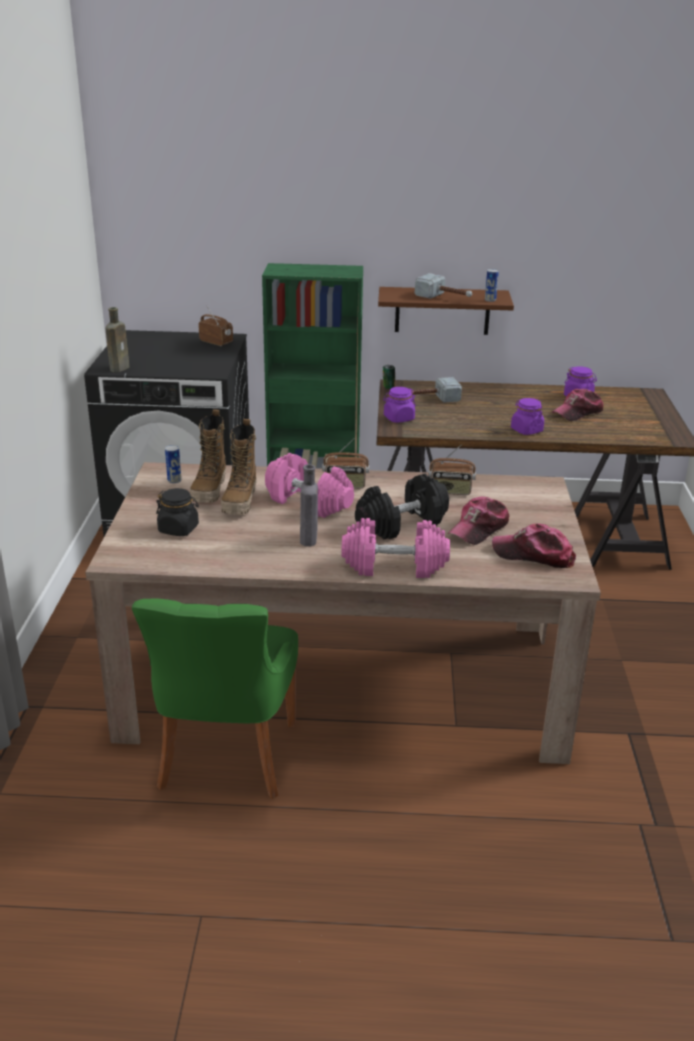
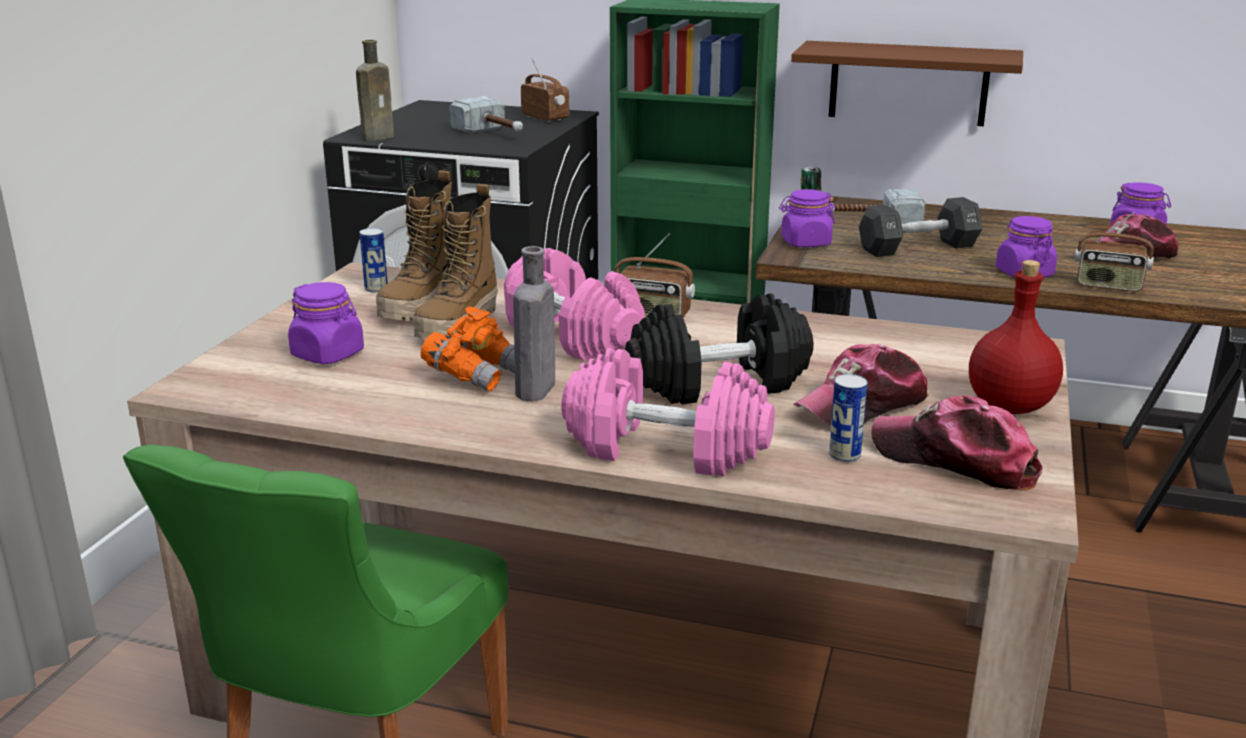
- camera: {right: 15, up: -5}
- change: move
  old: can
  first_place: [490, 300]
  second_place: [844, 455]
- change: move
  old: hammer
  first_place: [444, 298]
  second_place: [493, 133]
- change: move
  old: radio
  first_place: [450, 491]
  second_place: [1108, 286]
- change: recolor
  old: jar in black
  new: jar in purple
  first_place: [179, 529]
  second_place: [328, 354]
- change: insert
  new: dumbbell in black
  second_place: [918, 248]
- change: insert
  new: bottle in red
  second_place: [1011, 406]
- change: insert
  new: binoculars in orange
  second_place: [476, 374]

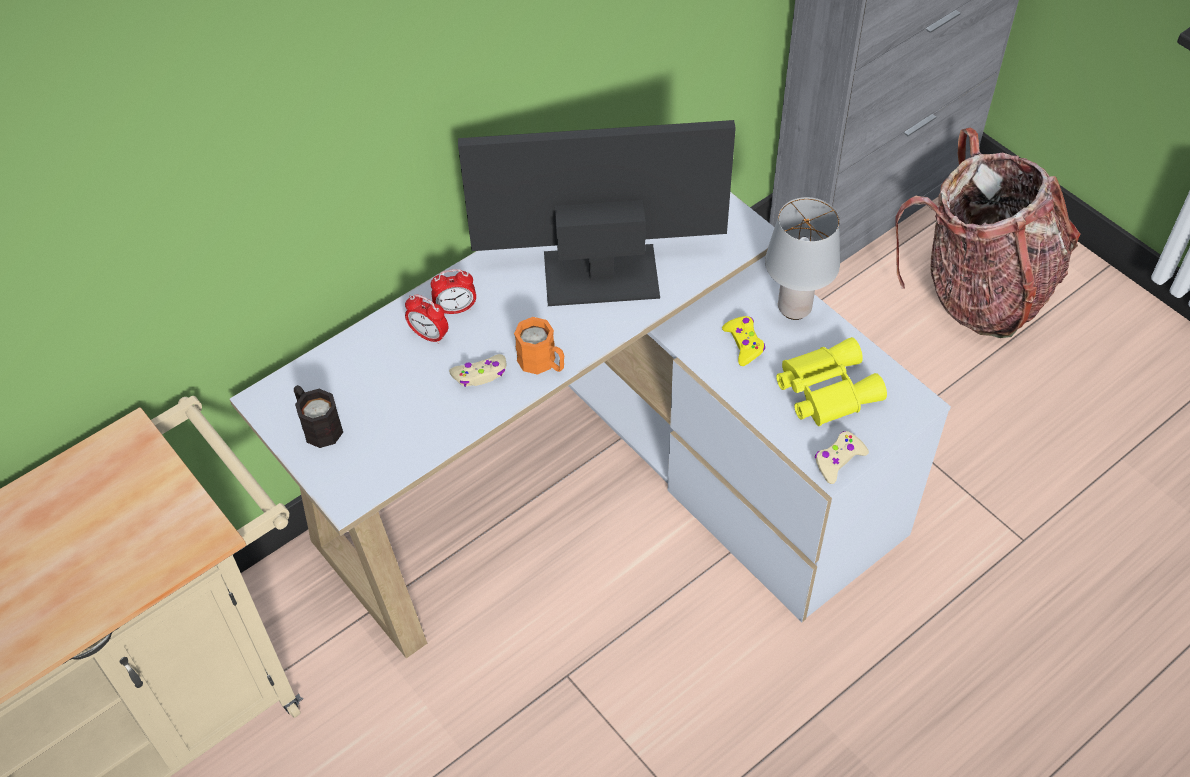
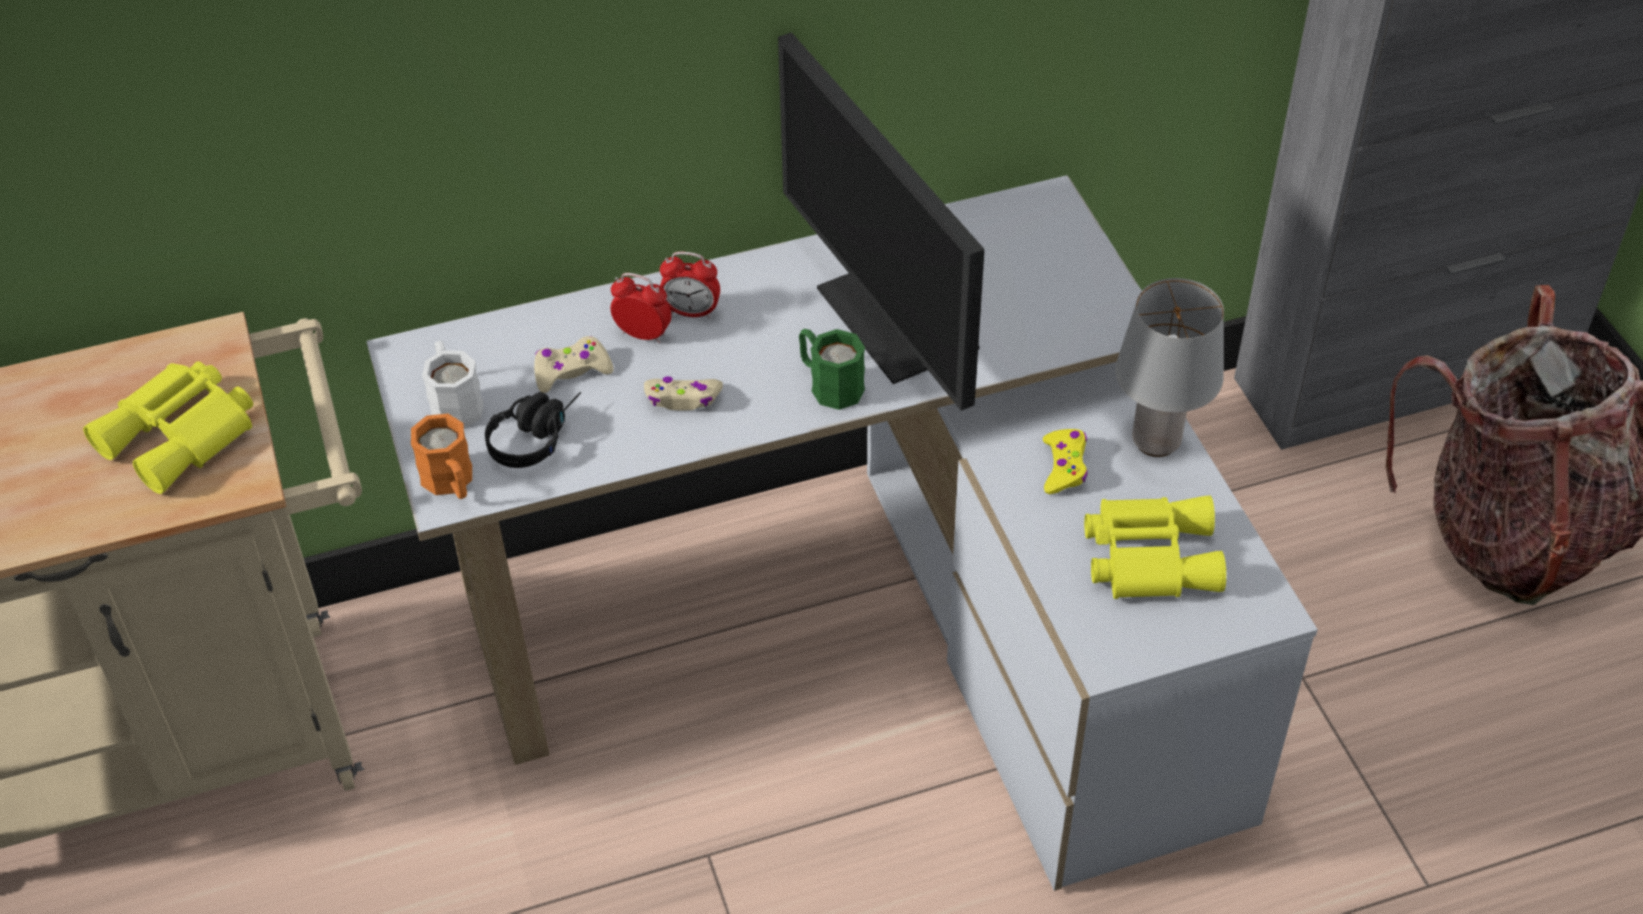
- camera: {right: 20, up: -5}
- change: rotate
  old: monitor
  first_place: [599, 274]
  second_place: [896, 320]
  degrees: -135
- change: rotate
  old: alarm clock
  first_place: [429, 335]
  second_place: [643, 334]
  degrees: 150
- change: move
  old: mug in orange
  first_place: [542, 363]
  second_place: [451, 483]
- change: recolor
  old: mug in black
  new: mug in white
  first_place: [318, 425]
  second_place: [454, 402]
- change: move
  old: game controller in beige
  first_place: [838, 460]
  second_place: [571, 371]
- change: insert
  new: mug in green
  second_place: [829, 384]
- change: insert
  new: binoculars in yellow
  second_place: [182, 435]
- change: insert
  new: headphones in black
  second_place: [536, 435]

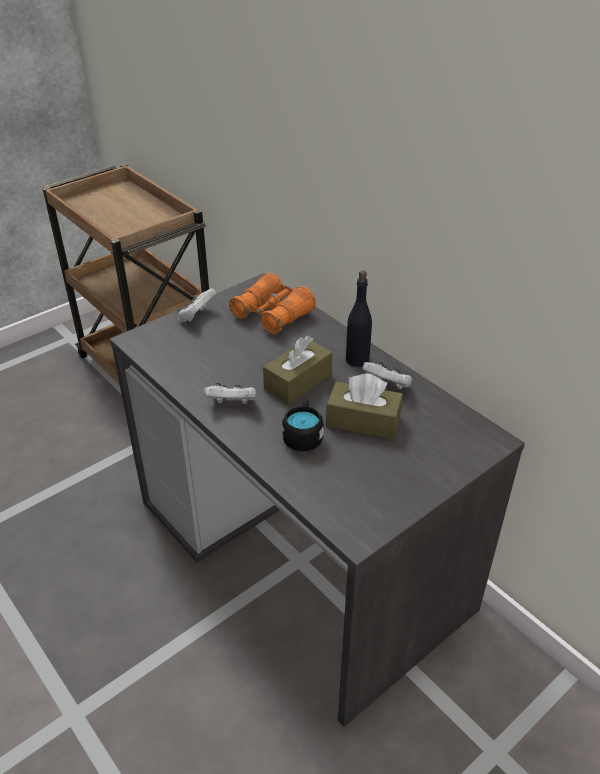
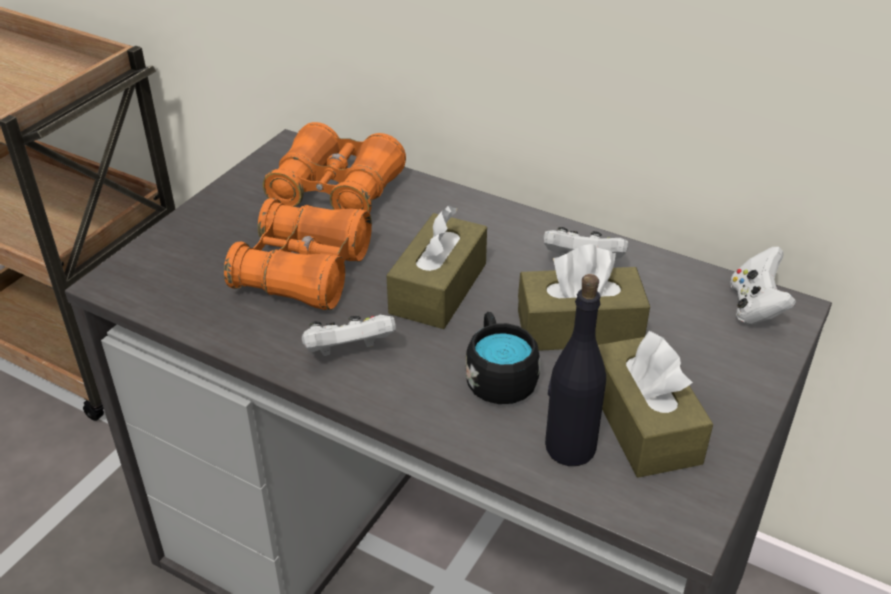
- camera: {right: -20, up: 0}
- change: move
  old: bottle in black
  first_place: [357, 360]
  second_place: [569, 447]
- change: move
  old: game controller in white
  first_place: [196, 316]
  second_place: [755, 307]
- change: insert
  new: binoculars in orange
  second_place: [303, 271]
- change: insert
  new: tissue box in brown
  second_place: [644, 423]

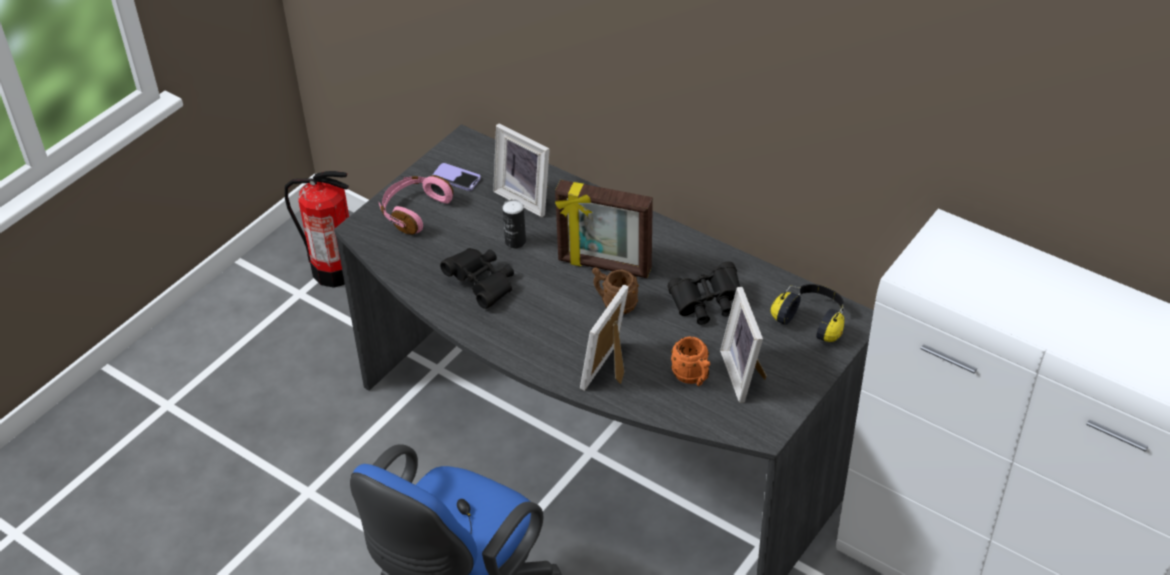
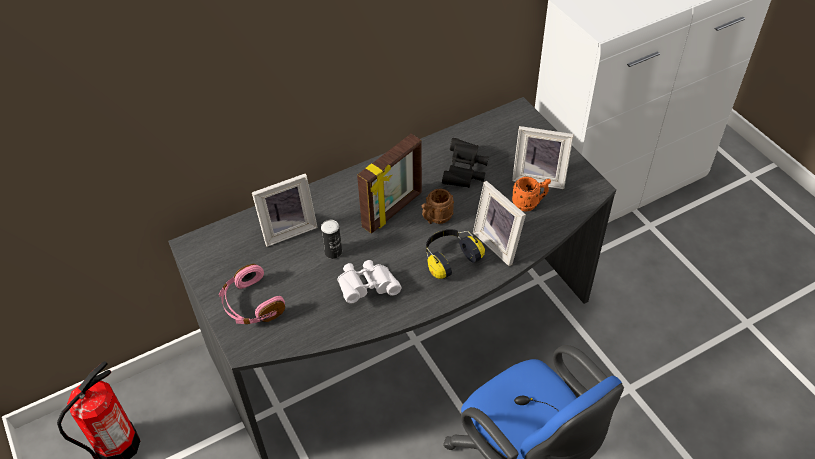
- camera: {right: -65, up: 5}
- change: delete
  old: phone
  first_place: [456, 178]
- change: recolor
  old: binoculars in black
  new: binoculars in white
  first_place: [482, 285]
  second_place: [367, 287]
- change: move
  old: headphones
  first_place: [812, 320]
  second_place: [449, 258]

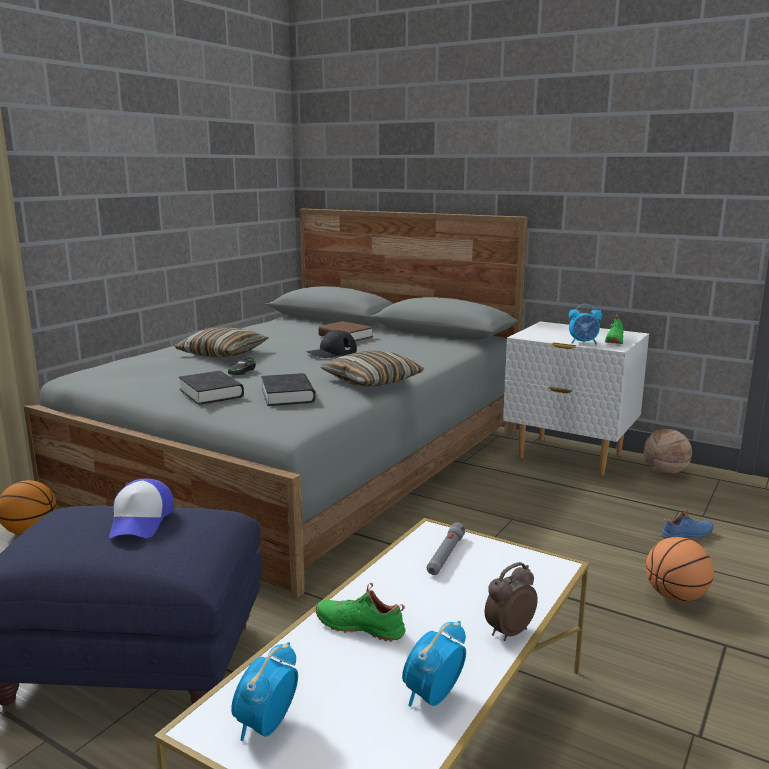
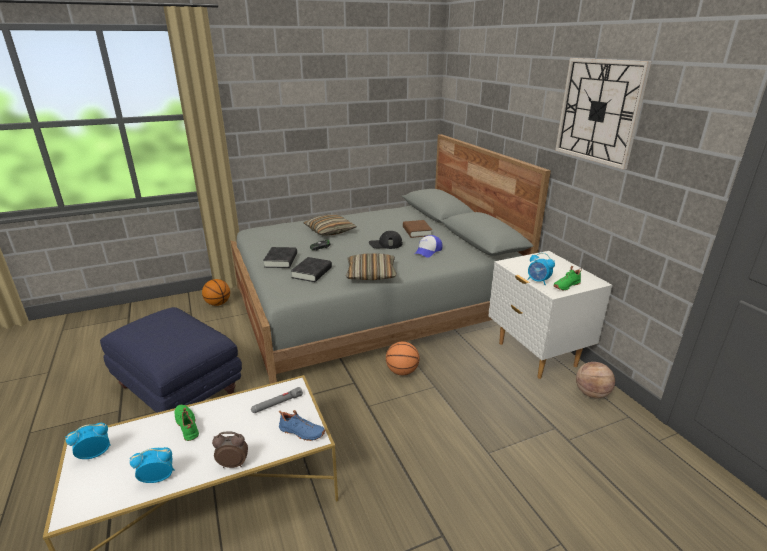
- camera: {right: 35, up: 10}
- change: move
  old: cap
  first_place: [141, 521]
  second_place: [428, 251]
- change: move
  old: shoe in blue
  first_place: [687, 536]
  second_place: [301, 432]
- change: move
  old: basketball
  first_place: [675, 597]
  second_place: [402, 371]
- change: insert
  new: wall clock
  second_place: [599, 111]

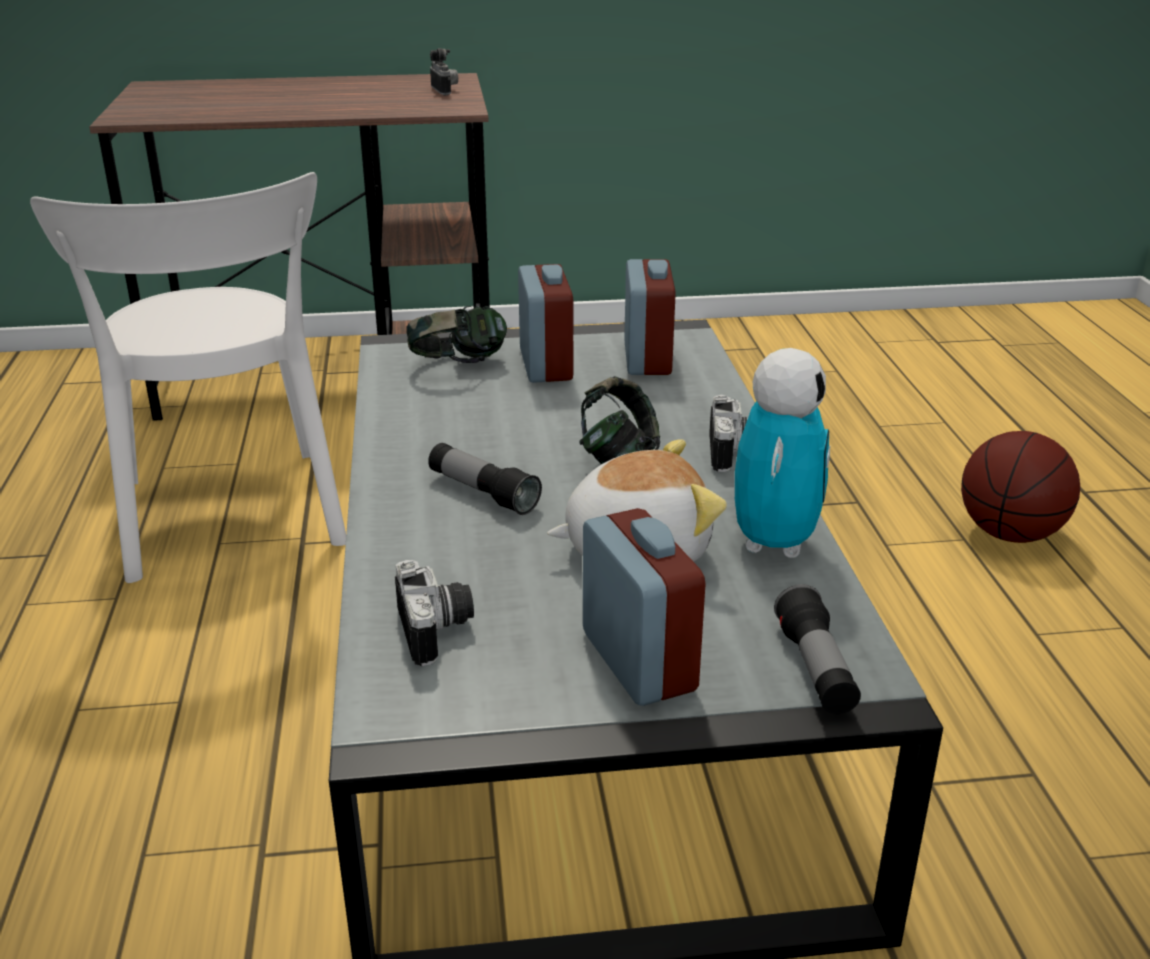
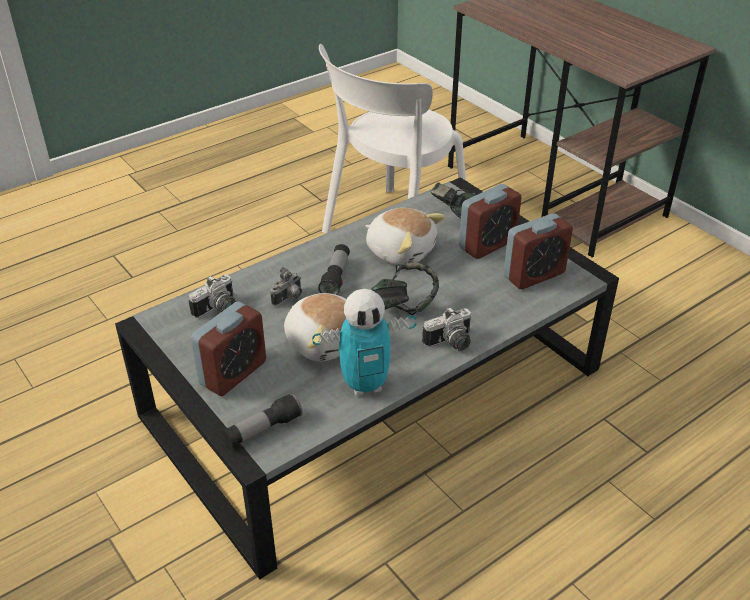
- camera: {right: 60, up: 10}
- change: move
  old: photo camera
  first_place: [445, 91]
  second_place: [289, 298]
- change: delete
  old: basketball
  first_place: [1010, 534]
- change: insert
  new: plush toy
  second_place: [401, 251]

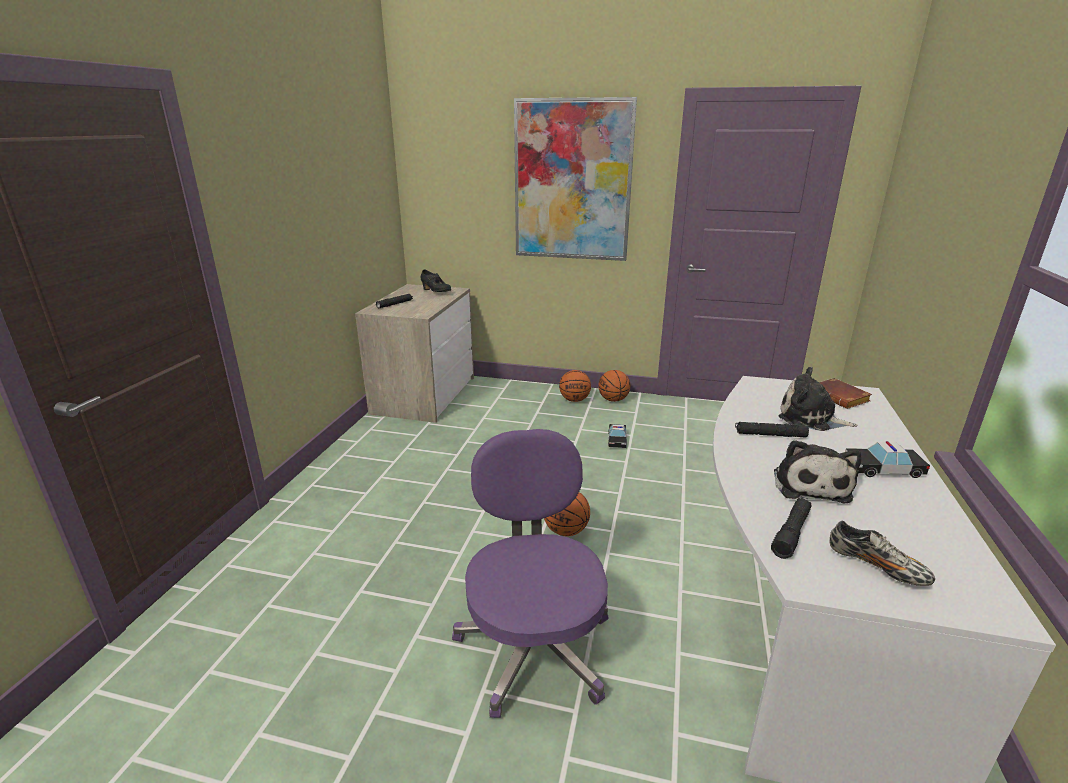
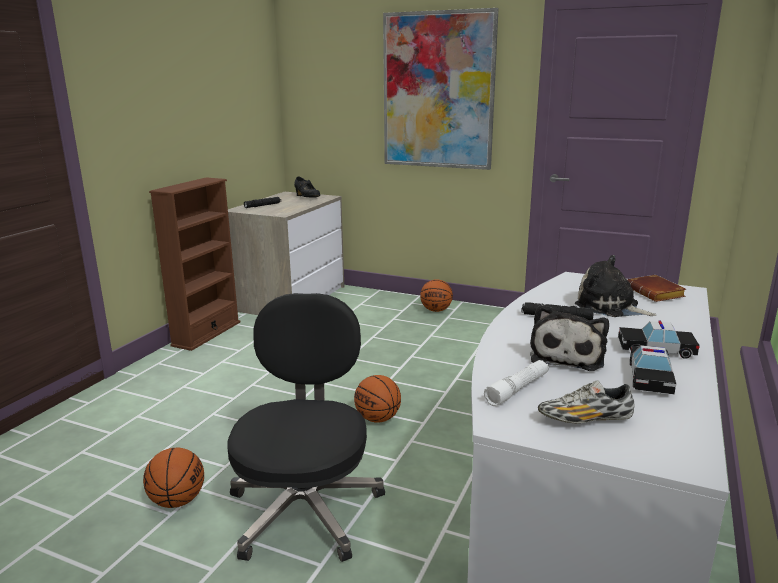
- camera: {right: 10, up: -5}
- change: move
  old: basketball
  first_place: [613, 400]
  second_place: [177, 501]
- change: move
  old: toy car
  first_place: [617, 440]
  second_place: [650, 378]
- change: recolor
  old: office chair in purple
  new: office chair in black
  first_place: [534, 645]
  second_place: [305, 508]
- change: recolor
  old: flashlight in black
  new: flashlight in white
  first_place: [791, 533]
  second_place: [517, 389]
- change: rotate
  old: shoe
  first_place: [876, 567]
  second_place: [585, 420]
  degrees: 120
- change: insert
  new: bookcase in brown
  second_place: [206, 334]

